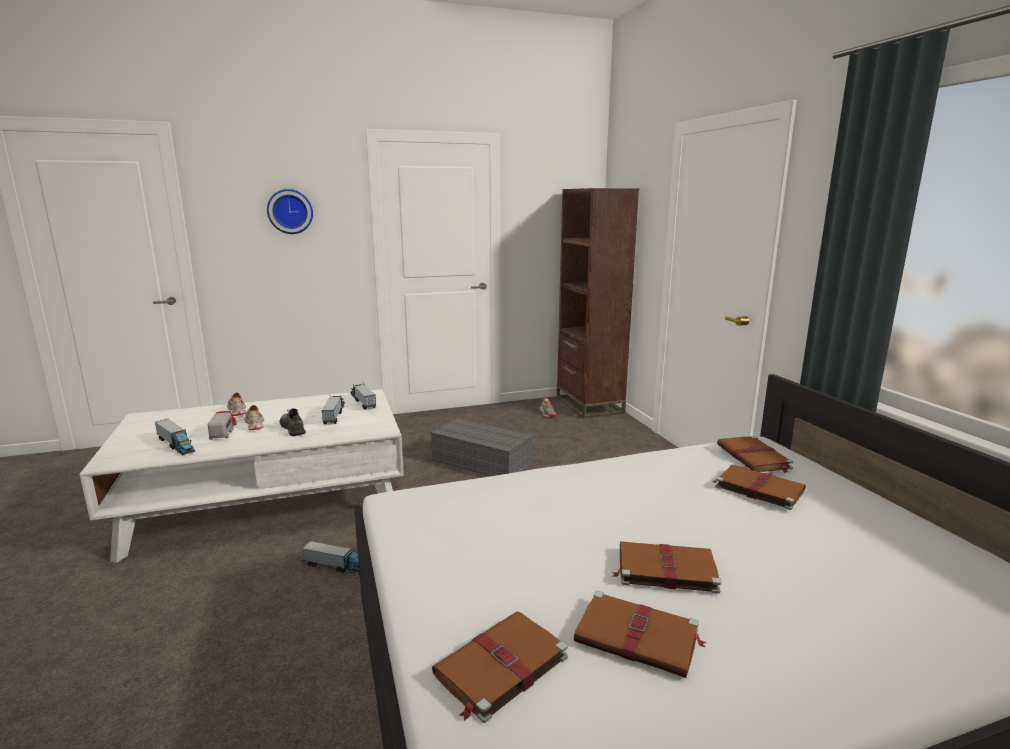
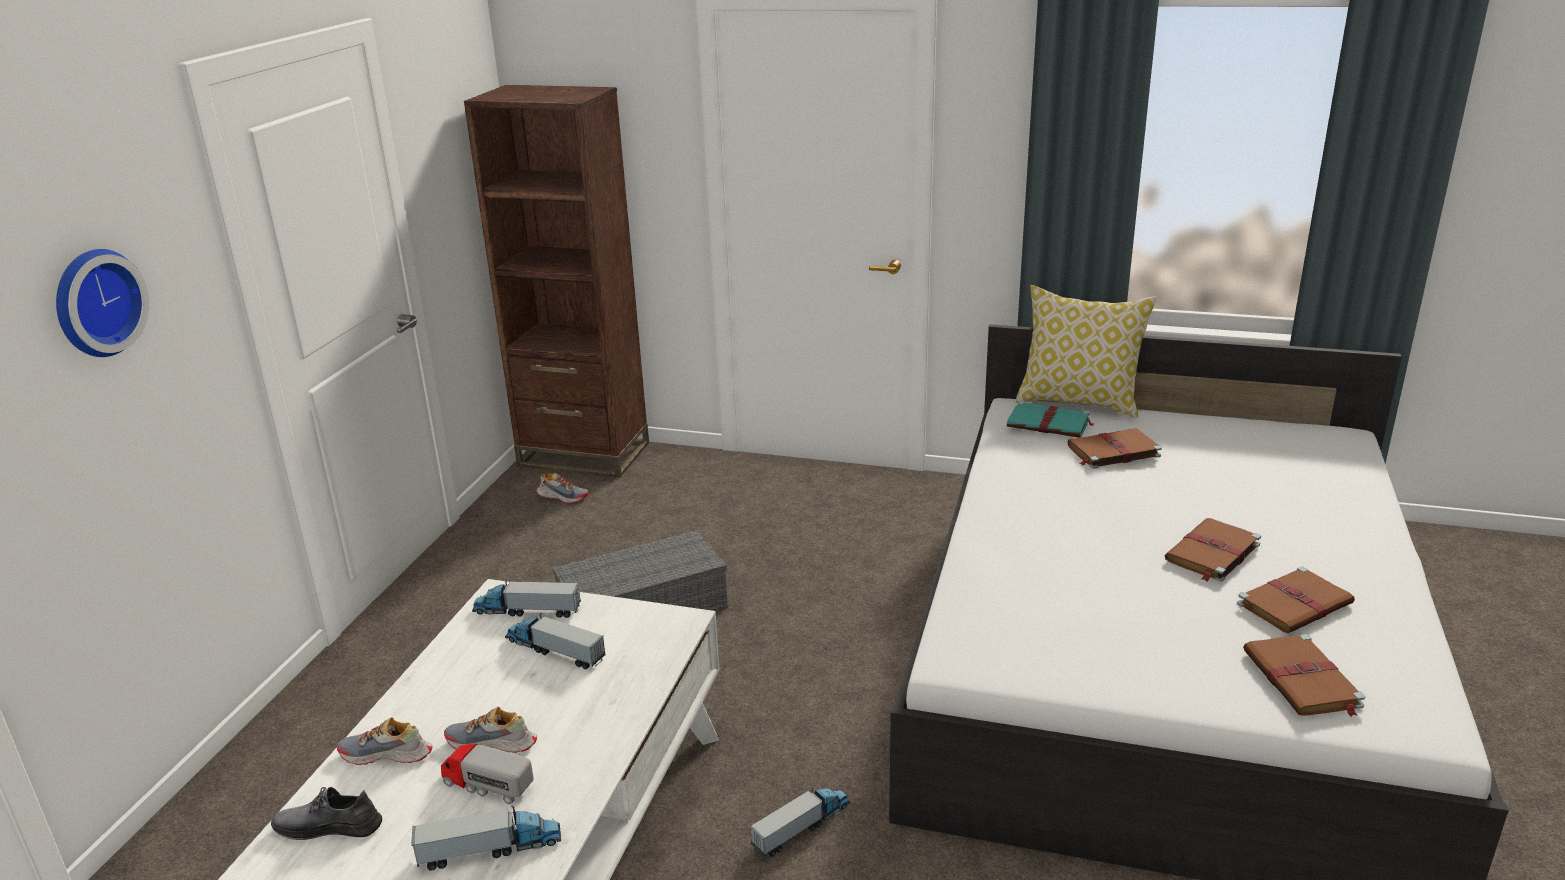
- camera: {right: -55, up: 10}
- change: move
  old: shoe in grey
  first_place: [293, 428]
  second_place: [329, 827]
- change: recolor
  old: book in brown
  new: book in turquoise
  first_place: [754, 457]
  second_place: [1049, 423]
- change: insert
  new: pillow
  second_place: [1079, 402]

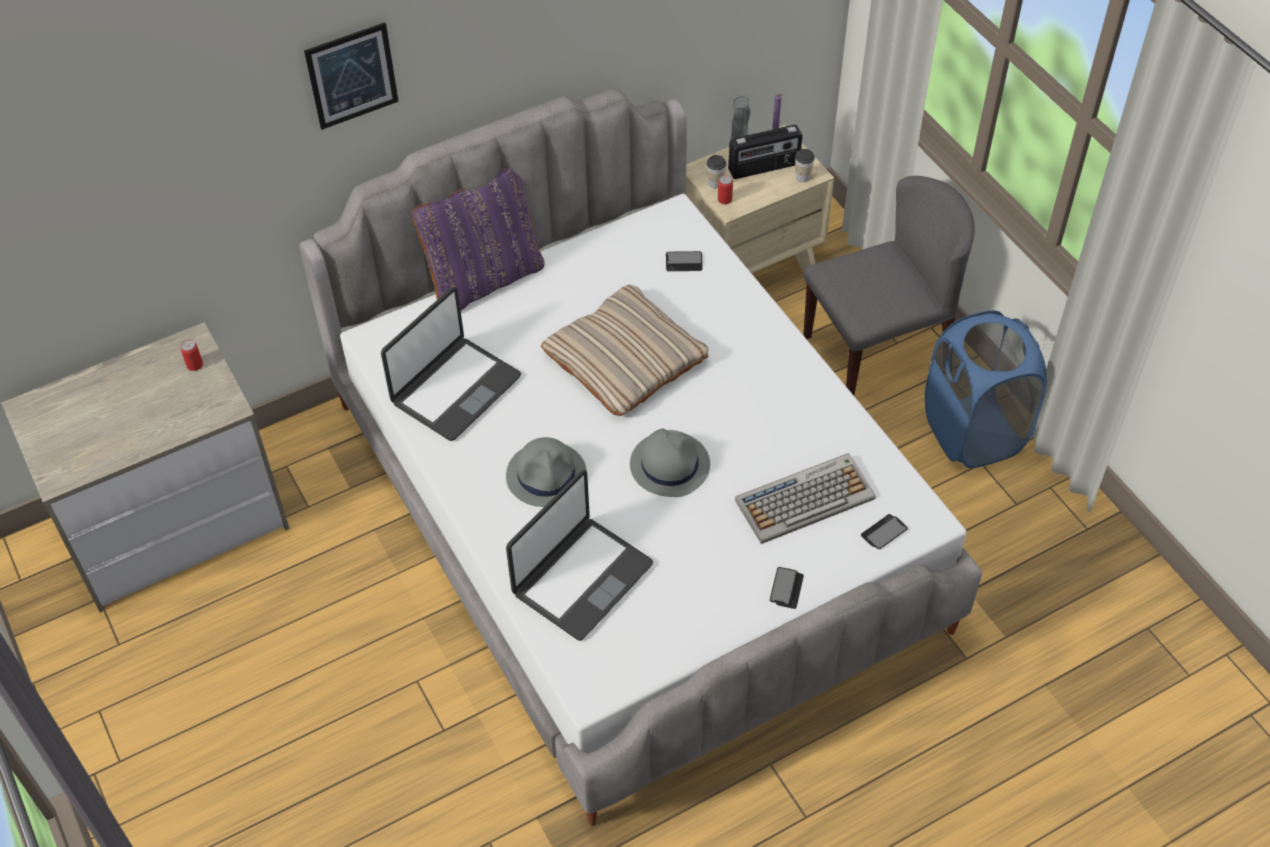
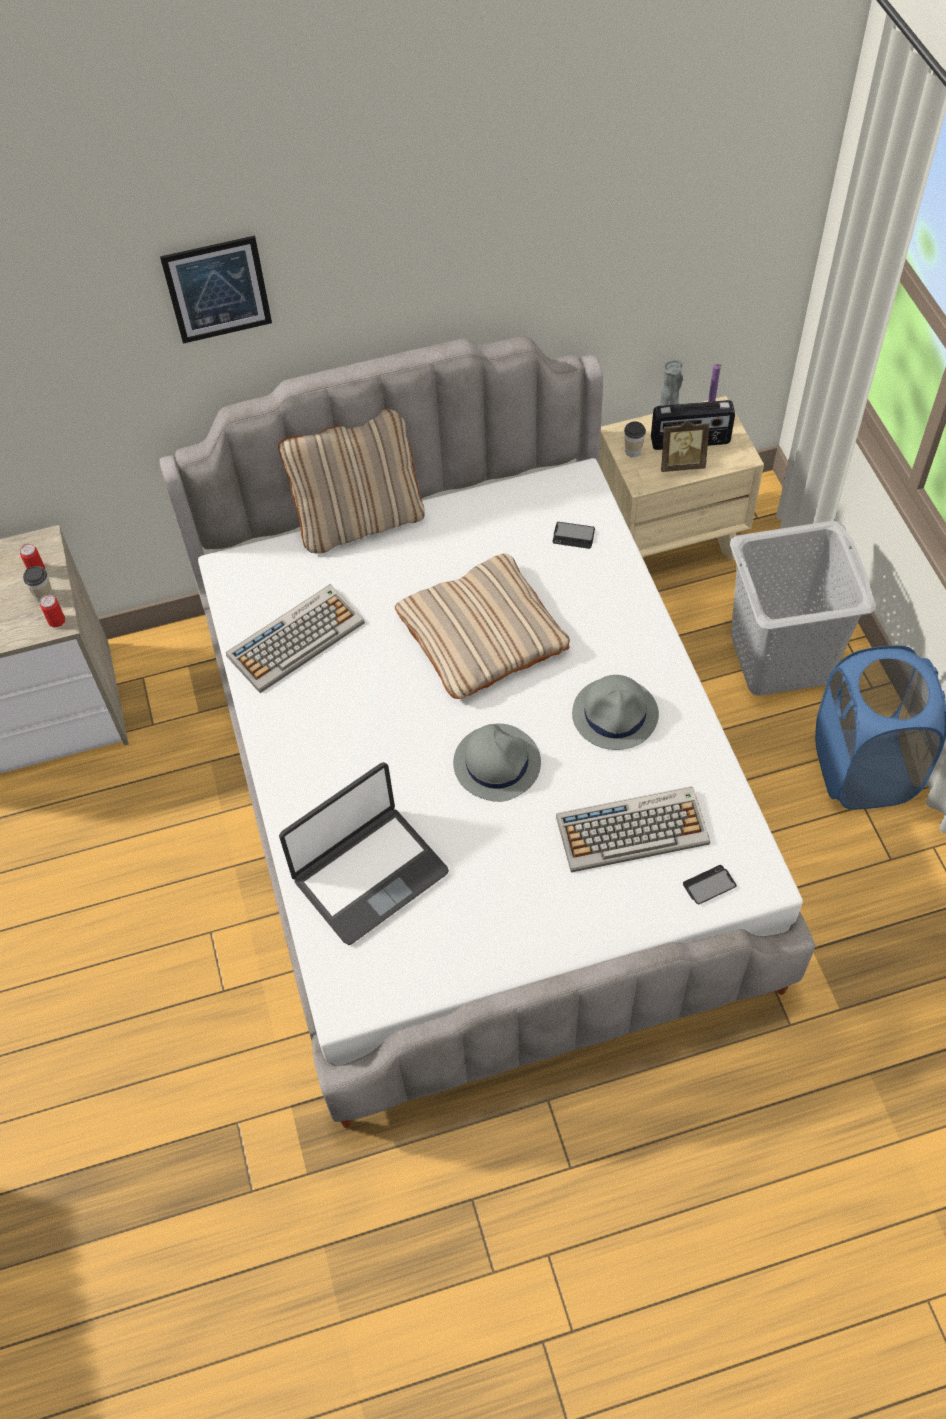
- camera: {right: 15, up: 5}
- change: move
  old: cup
  first_place: [802, 177]
  second_place: [44, 596]
- change: recolor
  old: pillow in purple
  new: pillow in beige
  first_place: [484, 278]
  second_place: [360, 520]
- change: move
  old: can
  first_place: [724, 199]
  second_place: [56, 621]
- change: replace
  old: chair in grey
  new: laundry basket in grey
  first_place: [877, 351]
  second_place: [781, 658]
- change: replace
  old: laptop
  new: keyboard
  first_place: [455, 389]
  second_place: [296, 638]
- change: move
  old: hat in grey
  first_place: [547, 475]
  second_place: [615, 714]
- change: delete
  old: phone
  first_place: [786, 588]
- change: insert
  new: picture frame
  second_place: [681, 464]

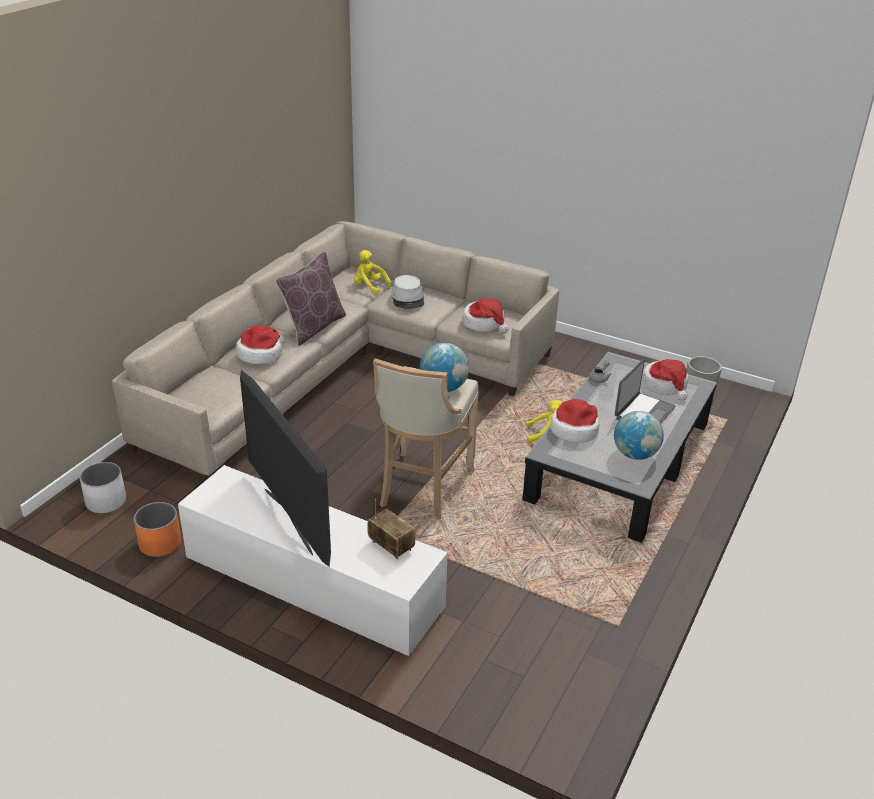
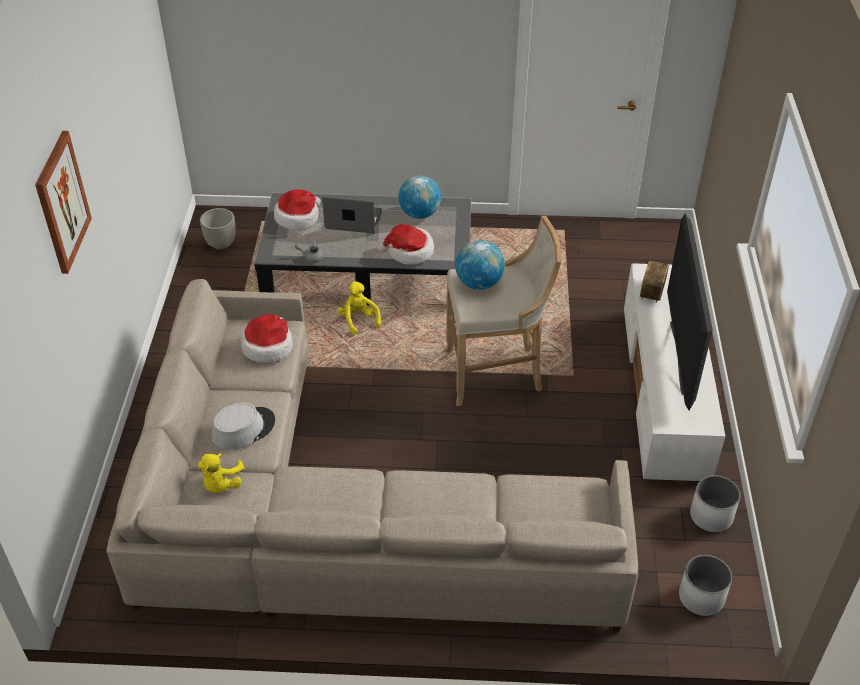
- camera: {right: -115, up: 10}
- change: delete
  old: pillow in brown
  first_place: [313, 327]
- change: delete
  old: hat
  first_place: [261, 354]
- change: rotate
  old: television
  first_place: [289, 520]
  second_place: [678, 357]
  degrees: 150
- change: recolor
  old: planter in orange
  new: planter in white
  first_place: [160, 544]
  second_place: [711, 516]
- change: insert
  new: picture
  second_place: [62, 202]

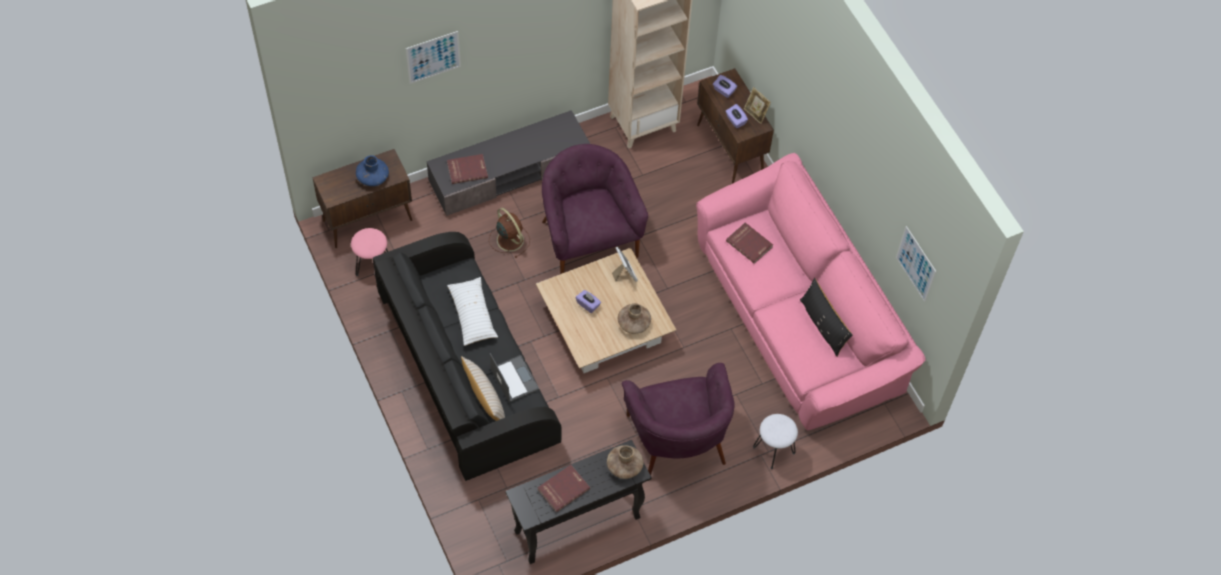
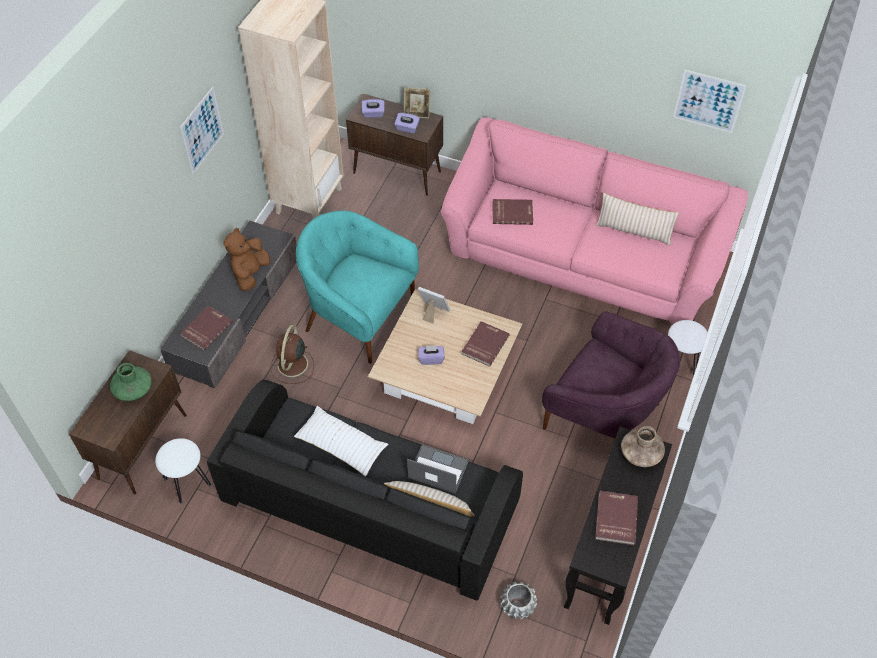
- camera: {right: -40, up: -5}
- change: move
  old: picture
  first_place: [433, 57]
  second_place: [202, 130]
- change: recolor
  old: armchair in purple
  new: armchair in turquoise
  first_place: [588, 238]
  second_place: [359, 316]
- change: recolor
  old: vase in blue
  new: vase in green
  first_place: [373, 177]
  second_place: [133, 389]
- change: rotate
  old: fan in brown
  first_place: [509, 239]
  second_place: [292, 365]
  degrees: -90
- change: recolor
  old: stool in pink
  new: stool in white
  first_place: [372, 265]
  second_place: [187, 482]
- change: recolor
  old: pillow in black
  new: pillow in beige
  first_place: [823, 325]
  second_place: [634, 231]
- change: replace
  old: vase in brown
  new: book in red
  first_place: [634, 323]
  second_place: [484, 344]
- change: insert
  new: plush toy in brown
  second_place: [250, 274]
- change: insert
  new: planter in grey
  second_place: [517, 605]

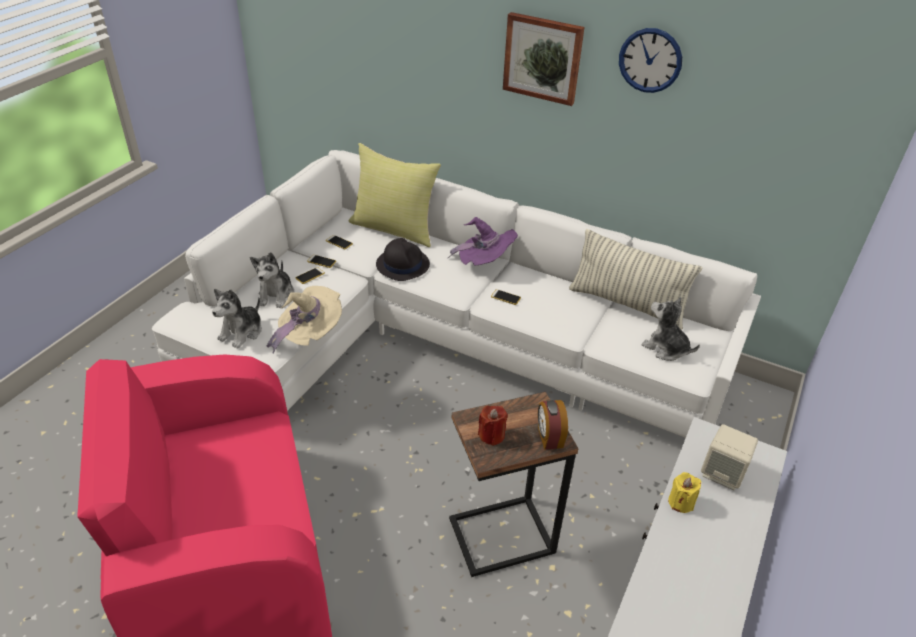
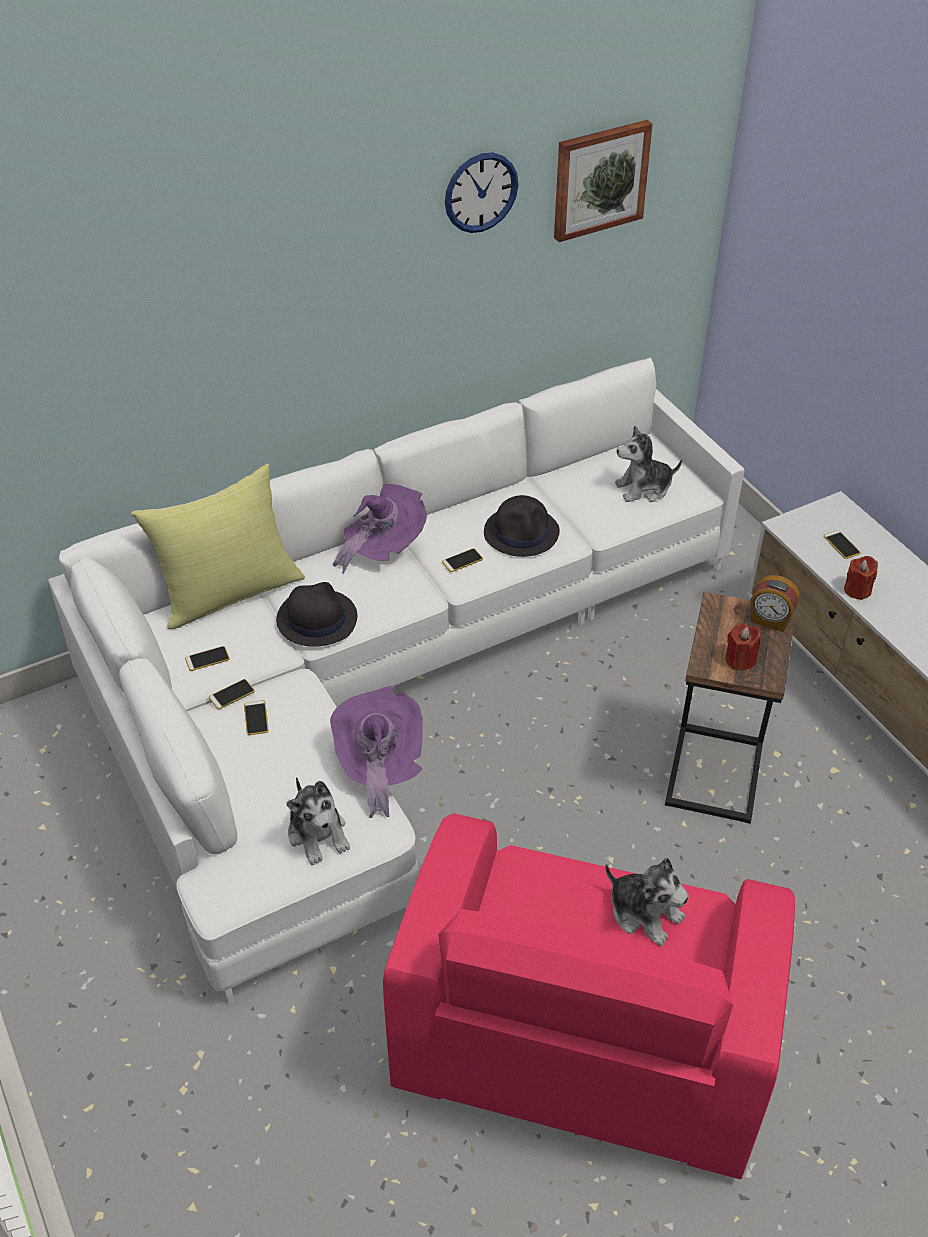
- camera: {right: -55, up: 5}
- change: move
  old: picture
  first_place: [543, 58]
  second_place: [599, 179]
- change: delete
  old: pillow
  first_place: [627, 304]
- change: move
  old: plush toy
  first_place: [276, 295]
  second_place: [644, 913]
- change: recolor
  old: hat in beige
  new: hat in purple
  first_place: [309, 334]
  second_place: [379, 765]
- change: replace
  old: speaker in beige
  new: phone
  first_place: [722, 473]
  second_place: [841, 545]
- change: recolor
  old: candle in yellow
  new: candle in red
  first_place: [681, 502]
  second_place: [857, 590]
- change: insert
  new: hat in black
  second_place: [522, 532]

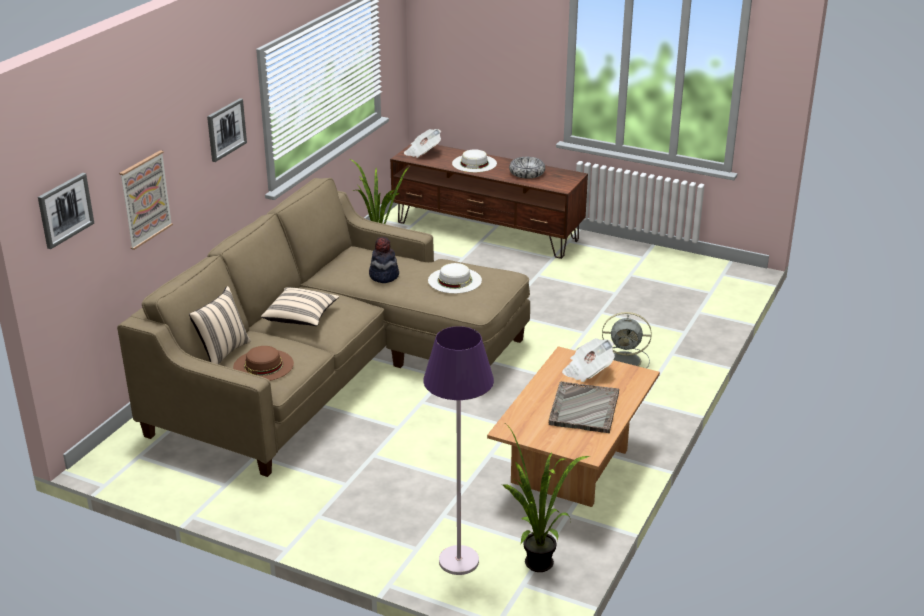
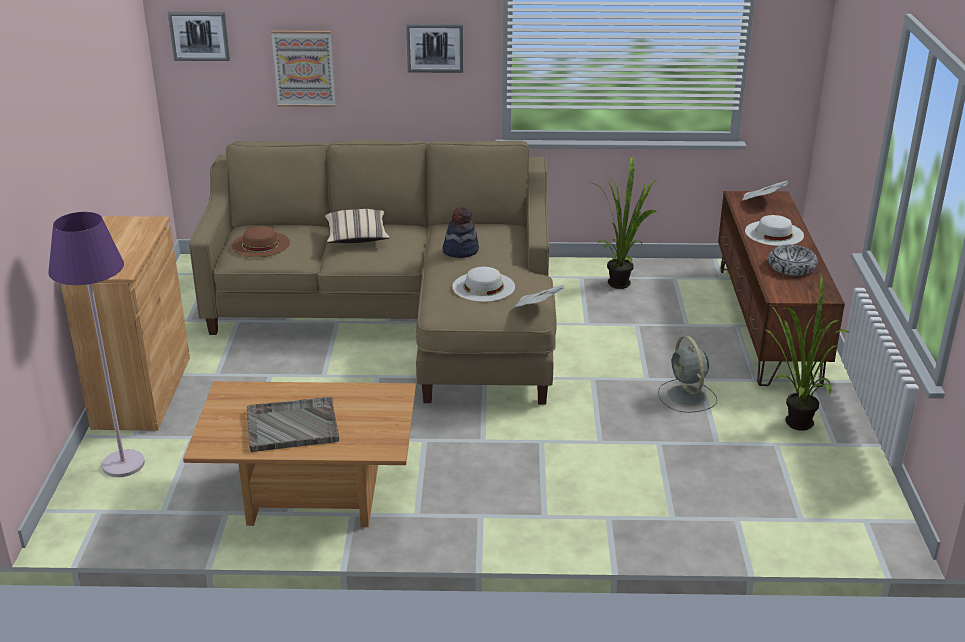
- camera: {right: 65, up: 0}
- change: delete
  old: pillow in beige
  first_place: [222, 353]
- change: move
  old: fan in grey
  first_place: [626, 360]
  second_place: [687, 397]
- change: move
  old: newspaper
  first_place: [587, 371]
  second_place: [538, 308]
- change: move
  old: potted plant
  first_place: [536, 568]
  second_place: [792, 424]
- change: insert
  new: cabinet in brown
  second_place: [142, 392]

